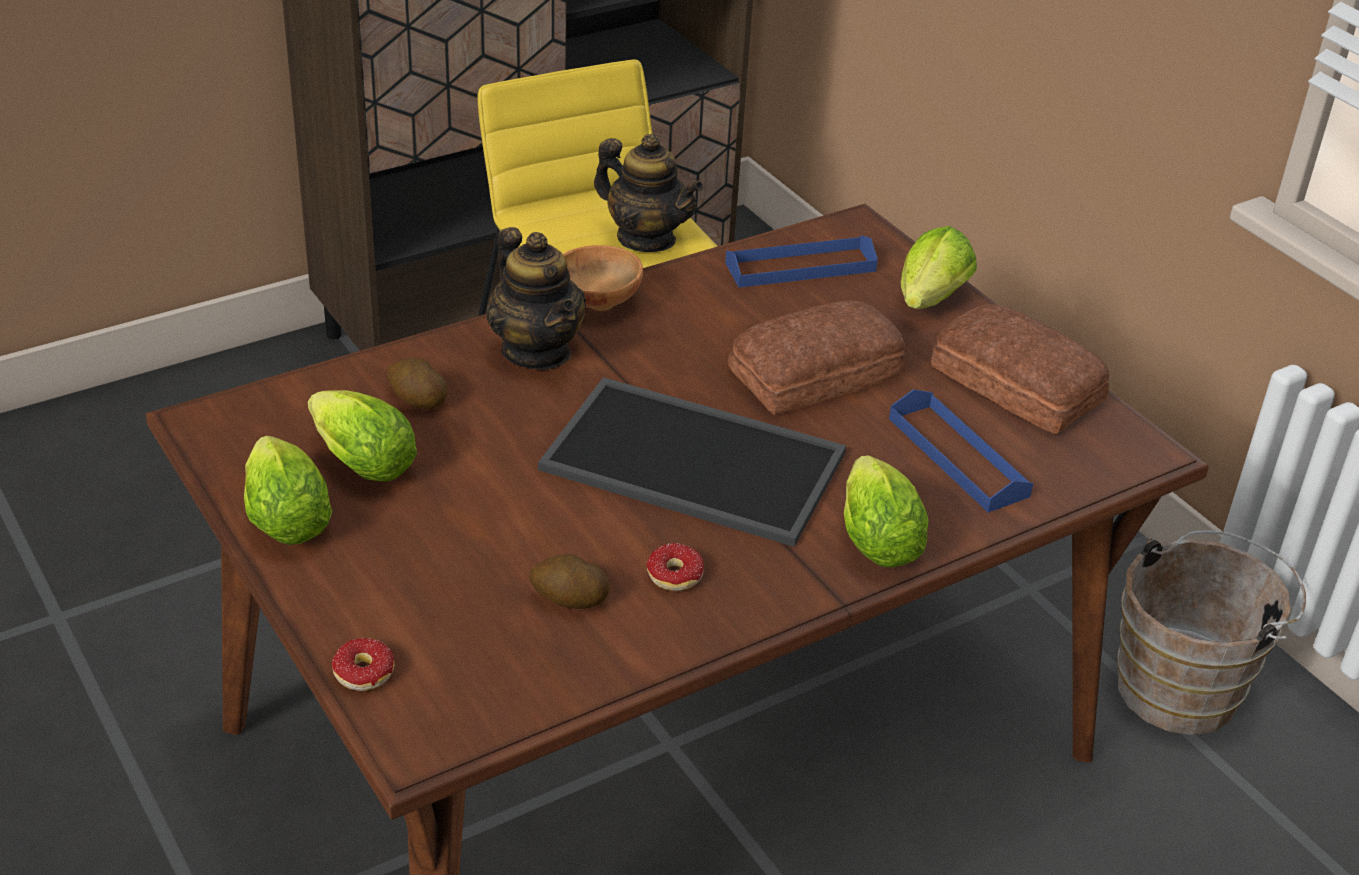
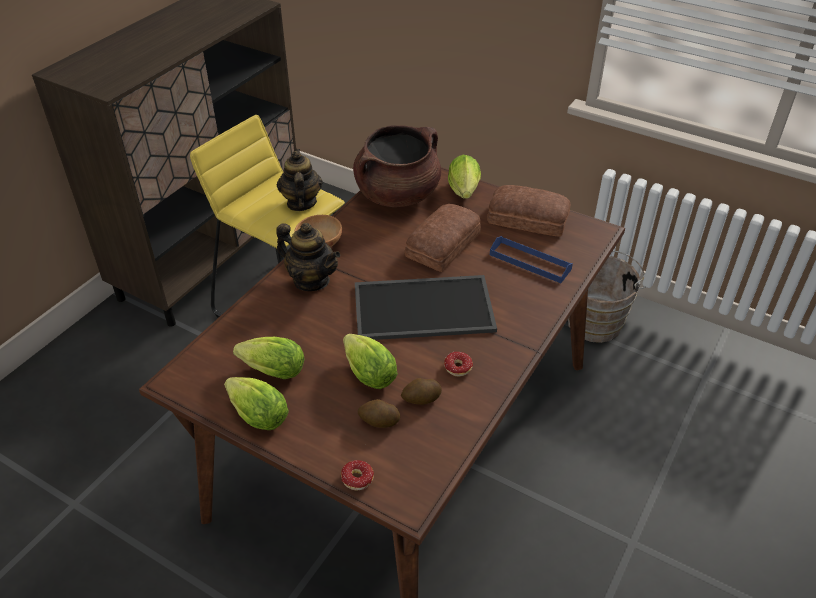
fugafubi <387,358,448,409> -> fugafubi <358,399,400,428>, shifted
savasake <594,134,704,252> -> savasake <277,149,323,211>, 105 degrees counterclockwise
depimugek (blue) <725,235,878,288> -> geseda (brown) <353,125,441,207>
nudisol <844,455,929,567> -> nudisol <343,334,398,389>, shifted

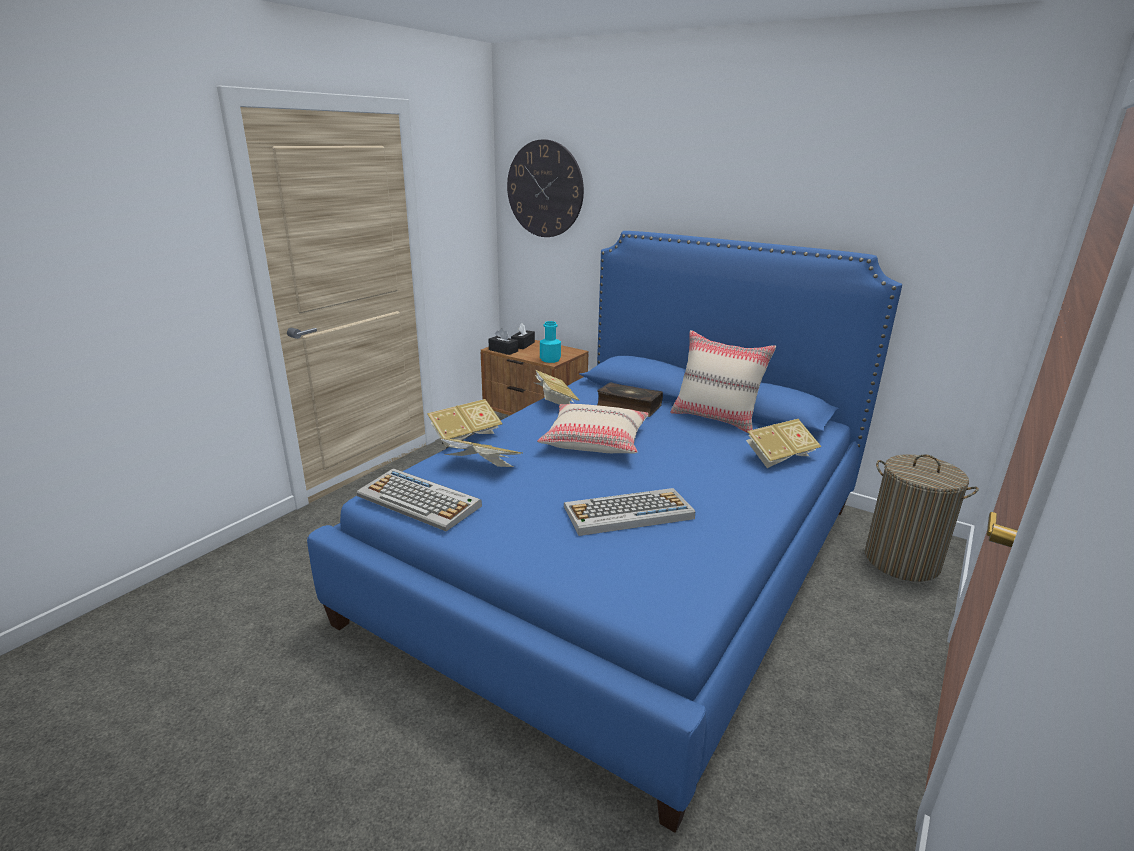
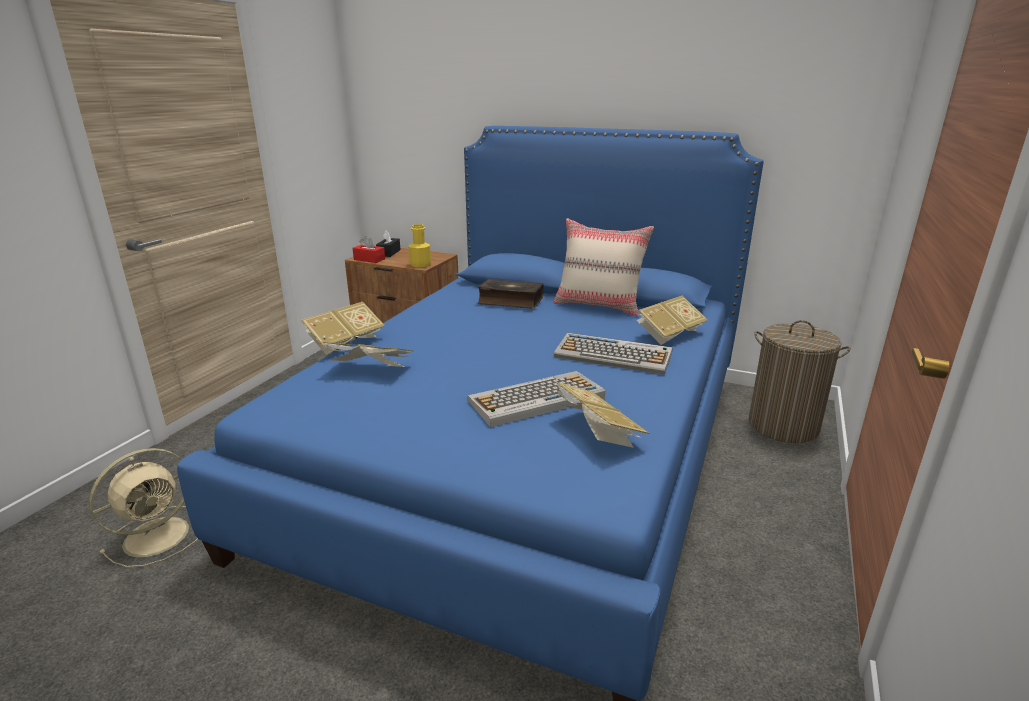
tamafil <356,468,482,531> -> tamafil <554,333,673,375>, shifted
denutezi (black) <488,328,518,355> -> denutezi (red) <352,236,385,263>
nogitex <507,139,584,237> -> none
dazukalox <533,370,580,405> -> dazukalox <555,382,649,448>, shifted
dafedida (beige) <537,404,649,453> -> none
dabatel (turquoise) <540,321,561,363> -> dabatel (yellow) <408,224,431,267>
none -> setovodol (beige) <89,448,198,567>

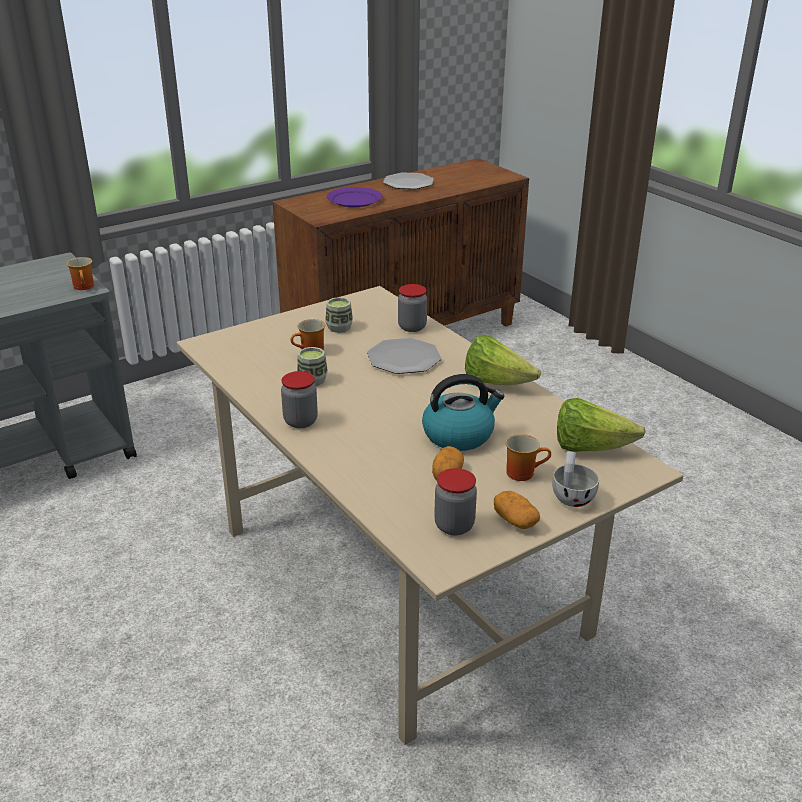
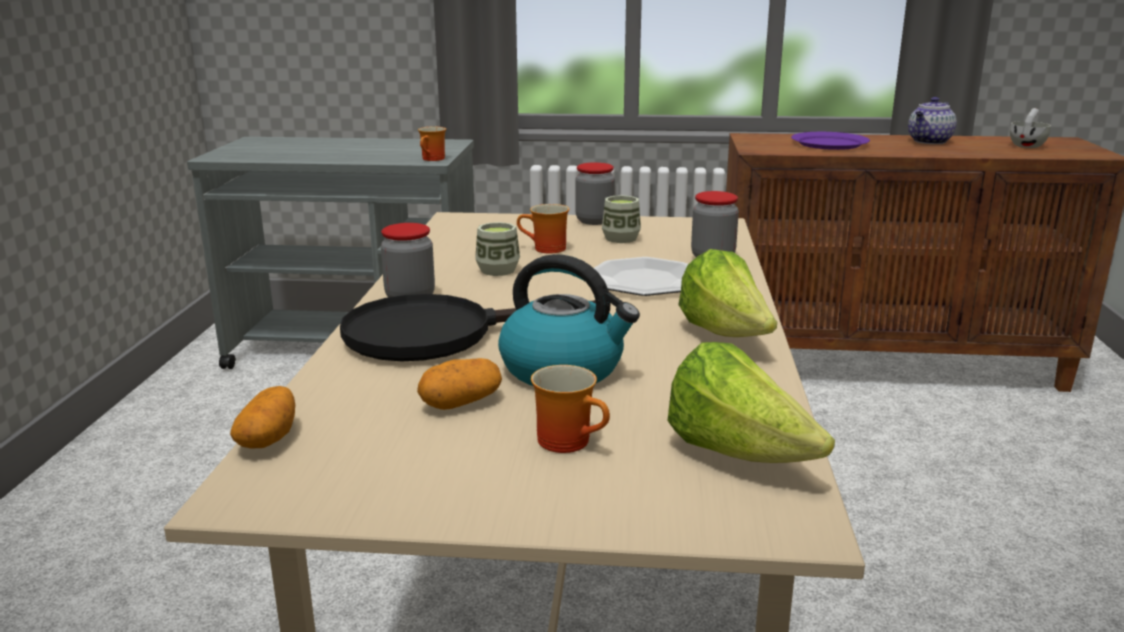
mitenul <383,172,434,189> -> savasake <908,97,957,144>
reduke <434,468,477,535> -> reduke <575,162,615,225>, shifted
fugafubi <494,491,540,529> -> fugafubi <230,386,295,448>, shifted
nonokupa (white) <552,451,599,507> -> nonokupa (white) <1010,108,1051,148>, shifted
none -> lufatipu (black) <340,294,596,361>

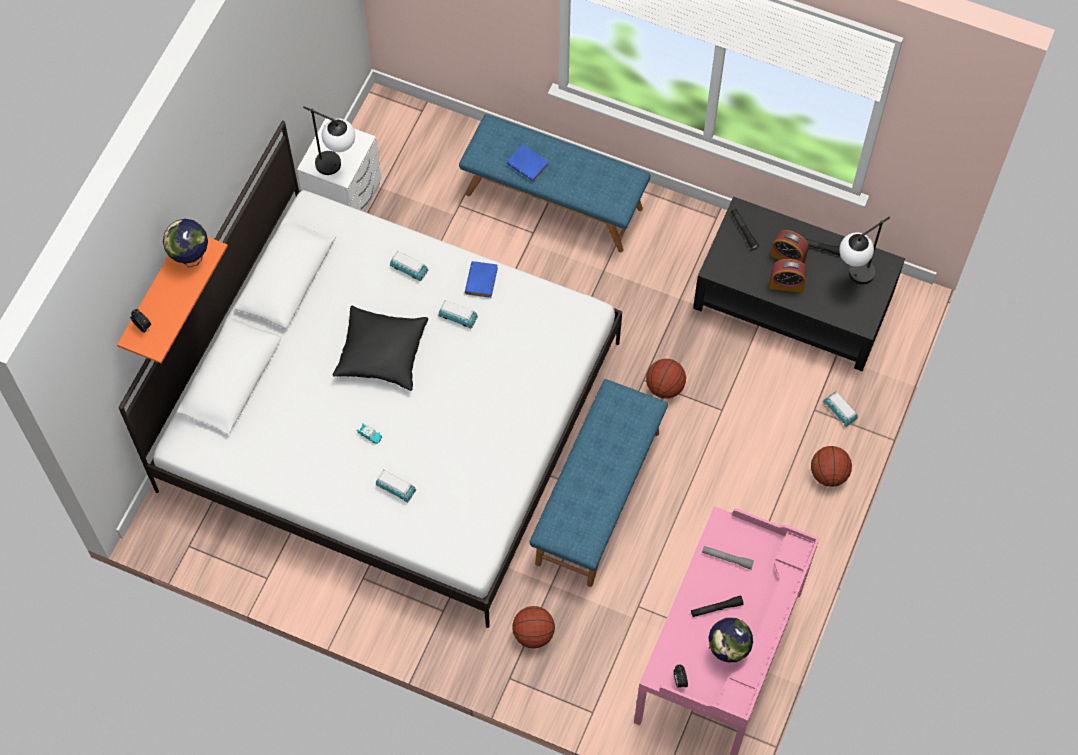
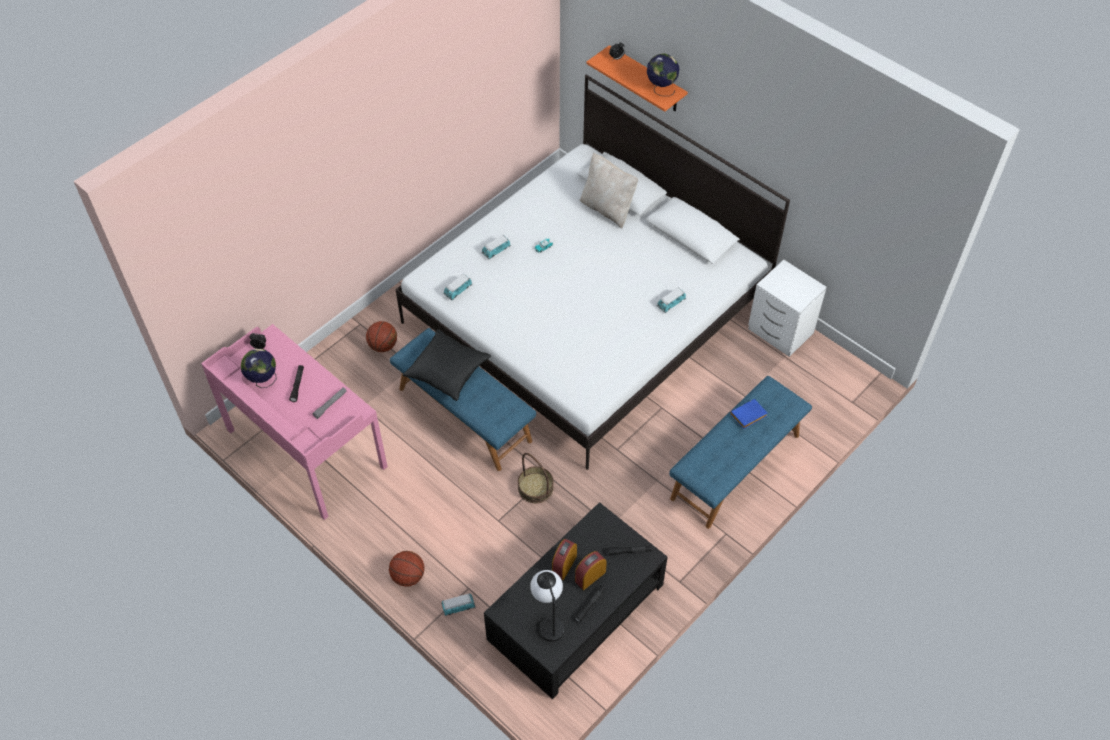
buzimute <303,106,355,175> -> none
dafedida (black) <333,306,428,391> -> dafedida (black) <402,329,491,401>, shifted
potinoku <438,300,478,329> -> potinoku <444,274,472,300>, shifted
dazukalox (blue) <465,261,498,298> -> none
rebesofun <646,359,686,399> -> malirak <518,453,554,503>
none -> dafedida (beige) <580,153,638,228>

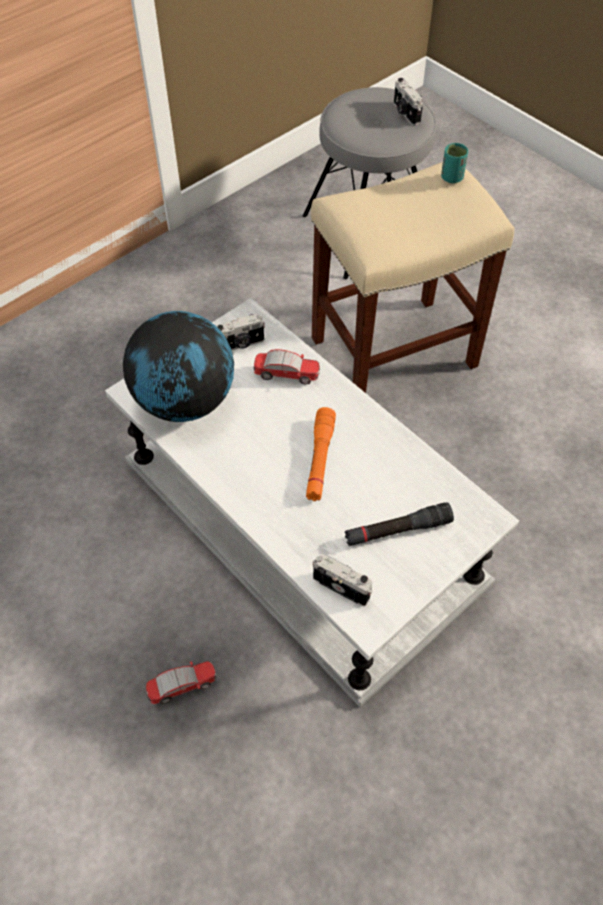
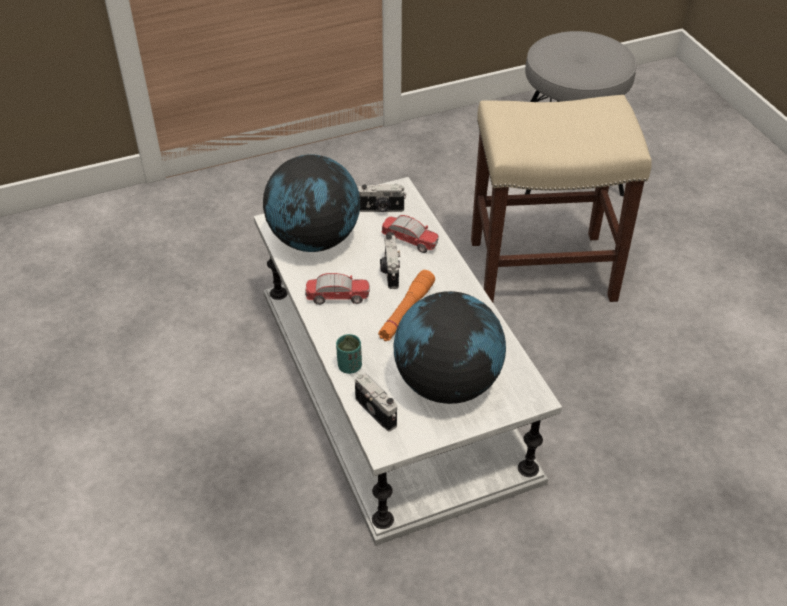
potinoku <146,661,216,704> -> potinoku <305,273,370,305>, shifted
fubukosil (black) <345,502,454,546> -> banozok <394,291,506,404>
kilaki <394,78,423,126> -> kilaki <380,235,400,289>, shifted
nonokupa (turquoise) <441,143,468,183> -> nonokupa (turquoise) <336,334,362,374>, shifted

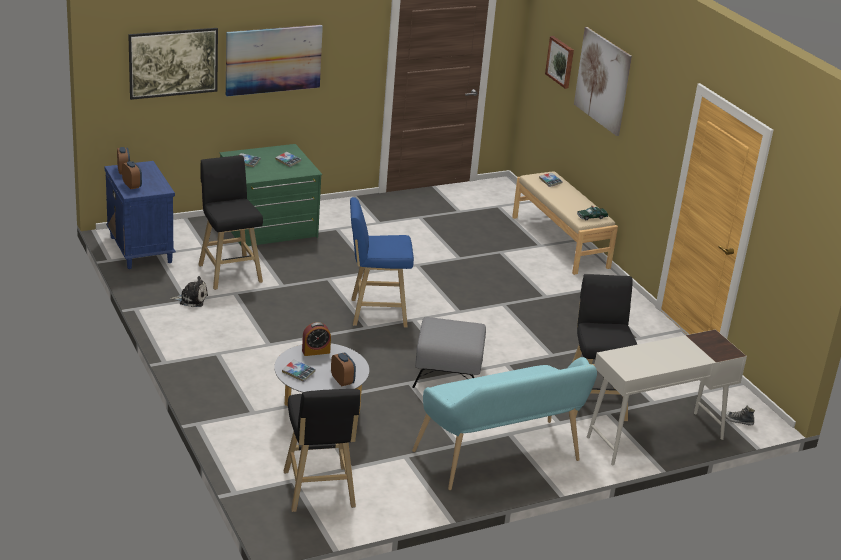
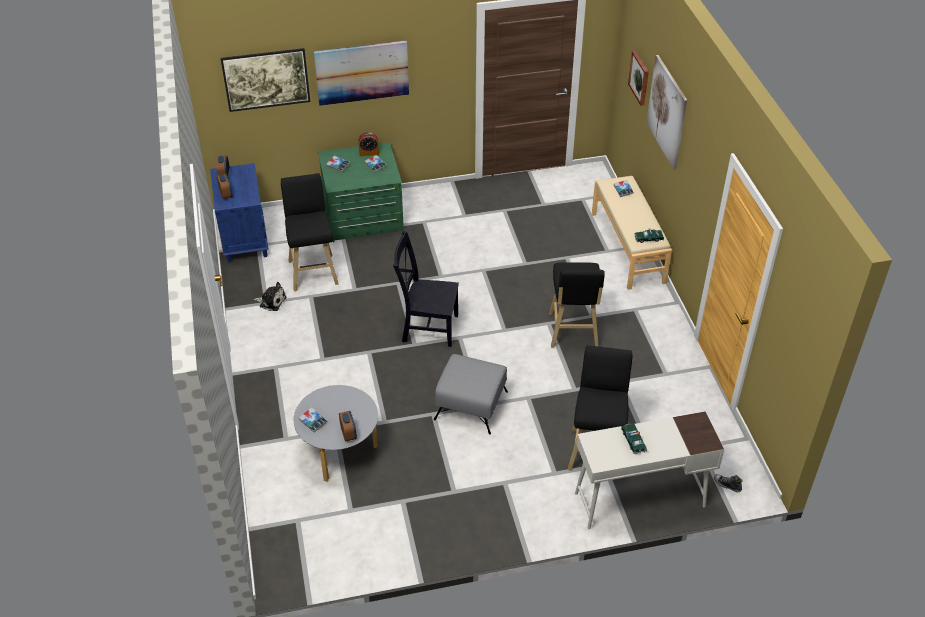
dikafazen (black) <284,389,360,512> -> dikafazen (black) <549,262,605,347>, shifted
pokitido <302,322,331,356> -> pokitido <359,132,379,156>, shifted
dikafazen (blue) <350,197,414,328> -> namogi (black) <393,231,459,347>
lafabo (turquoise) <412,357,597,490> -> none
none -> potinoku <621,424,647,454>

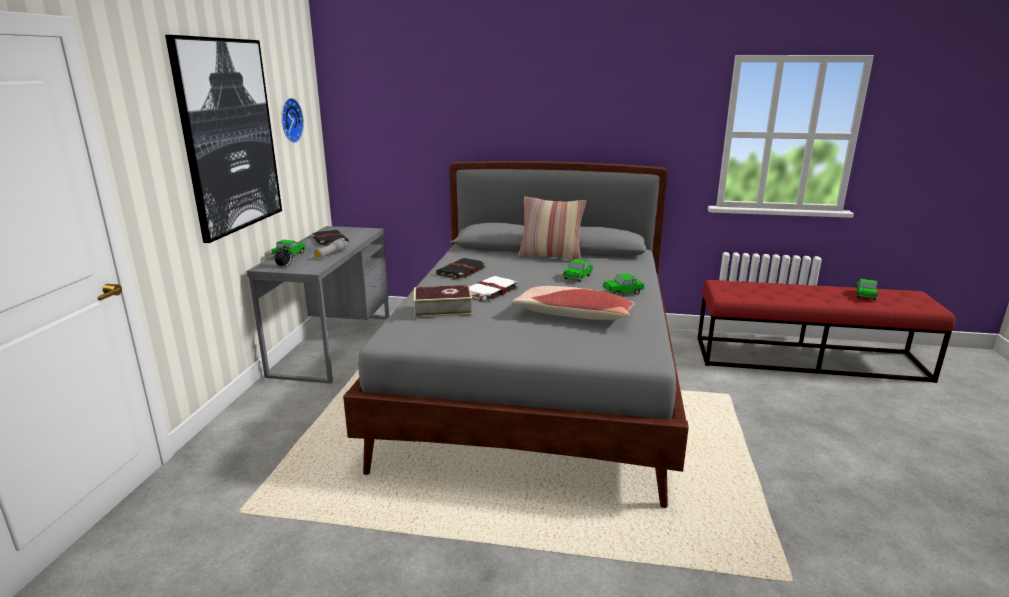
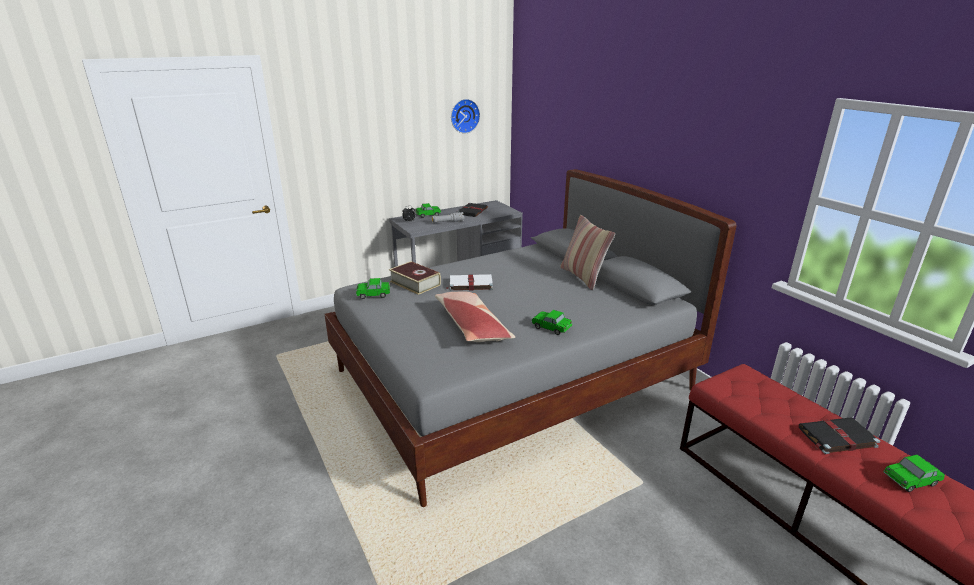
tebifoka <165,35,282,243> -> none
dazukalox (black) <436,258,487,280> -> dazukalox (black) <799,417,880,454>, shifted
potinoku <563,259,593,282> -> potinoku <356,278,390,299>, shifted

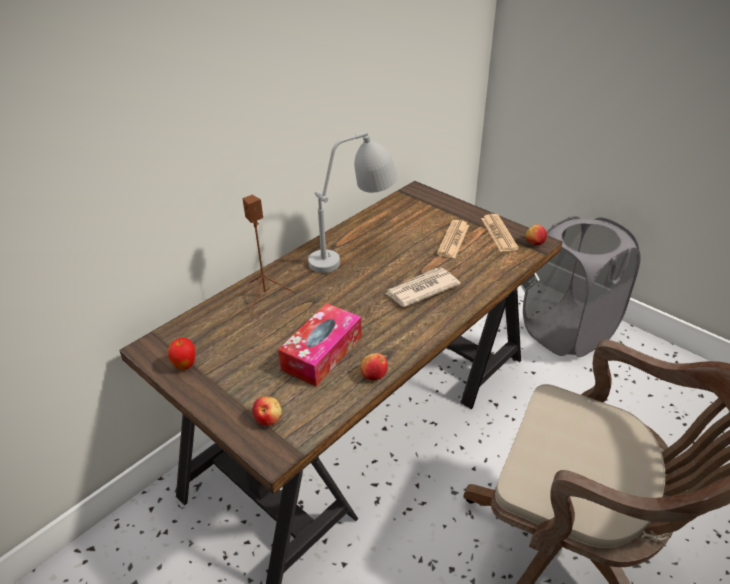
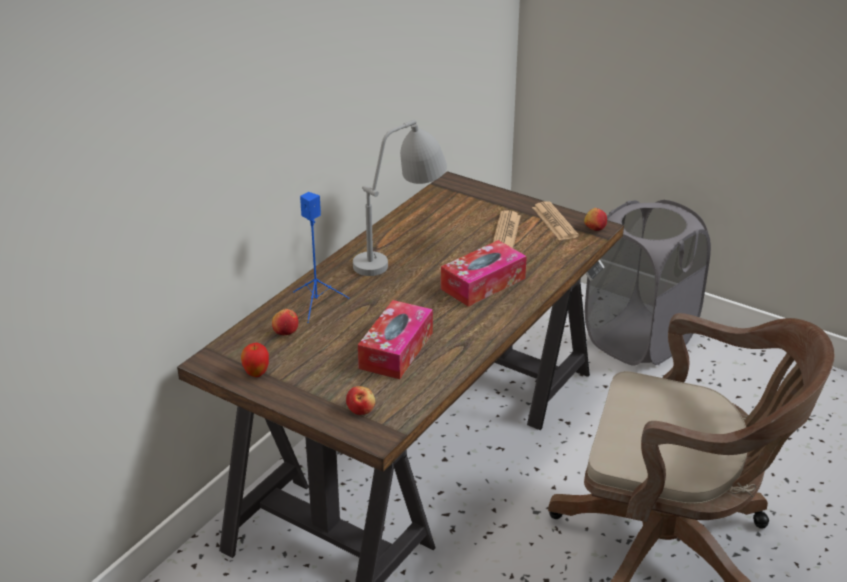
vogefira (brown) <243,195,296,315> -> vogefira (blue) <293,192,349,323>
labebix <361,353,388,380> -> labebix <272,309,299,335>, shifted
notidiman <385,268,461,307> -> denutezi <441,240,527,307>

